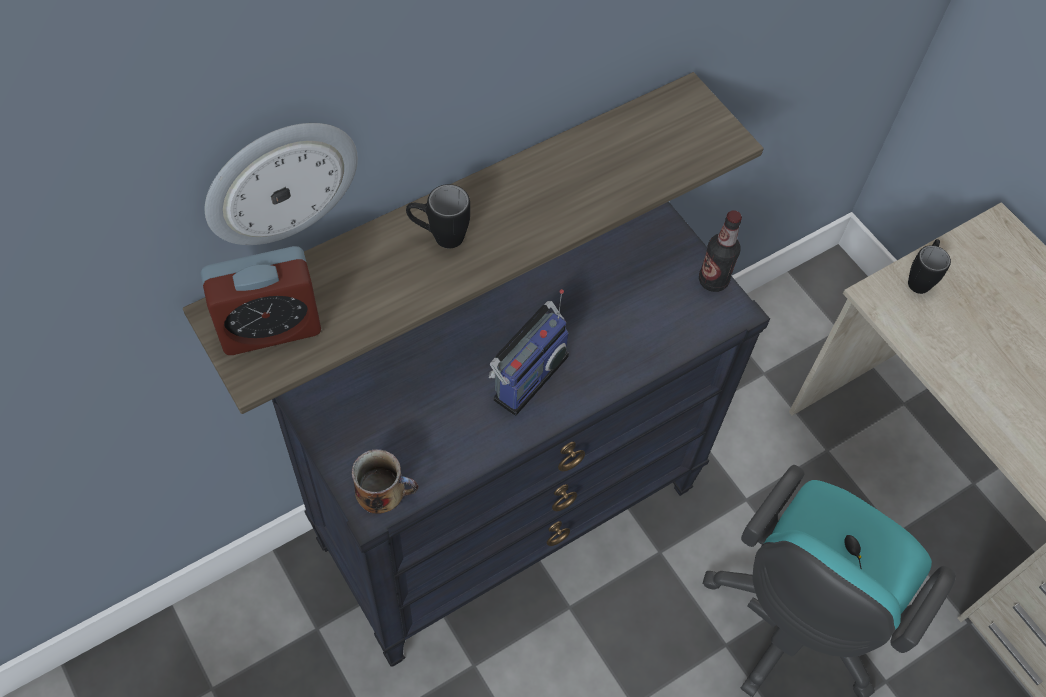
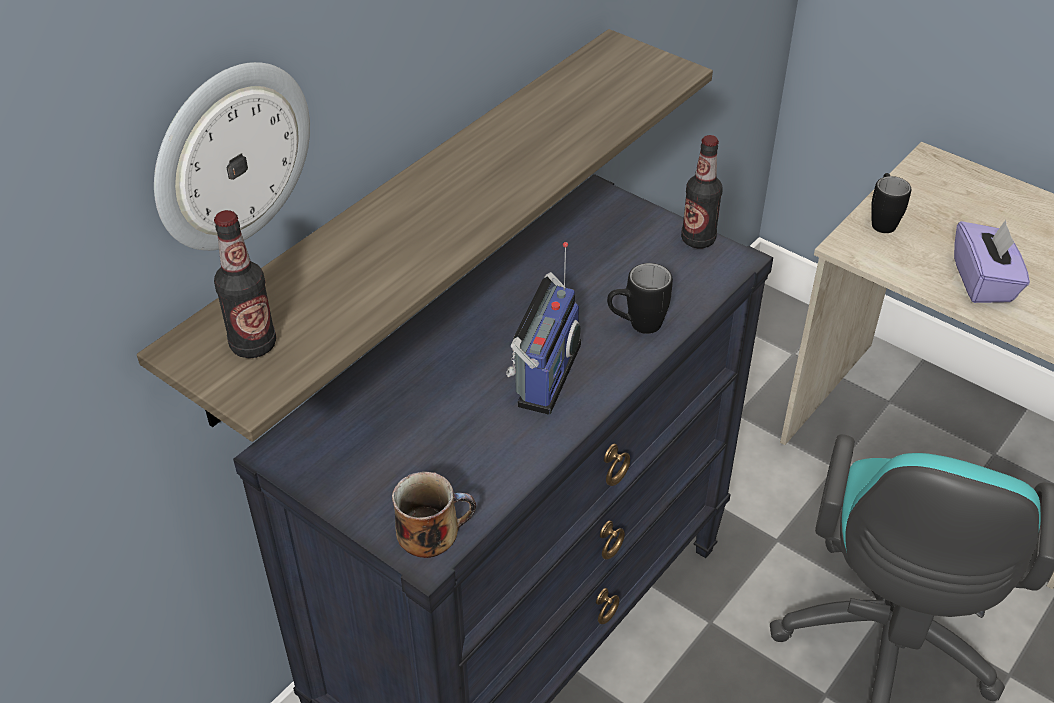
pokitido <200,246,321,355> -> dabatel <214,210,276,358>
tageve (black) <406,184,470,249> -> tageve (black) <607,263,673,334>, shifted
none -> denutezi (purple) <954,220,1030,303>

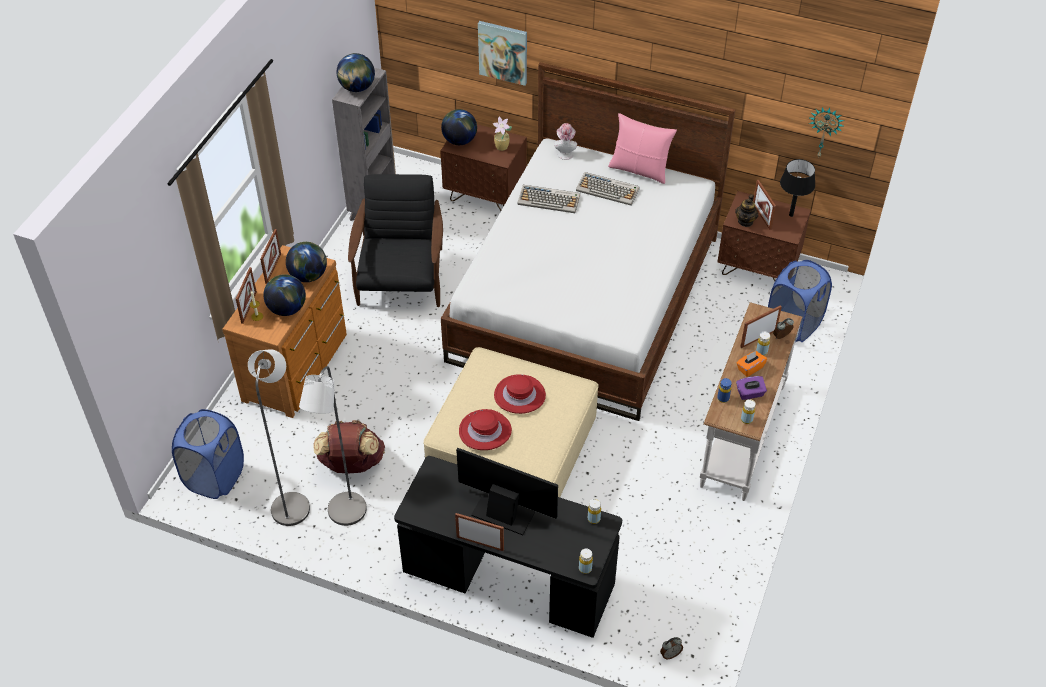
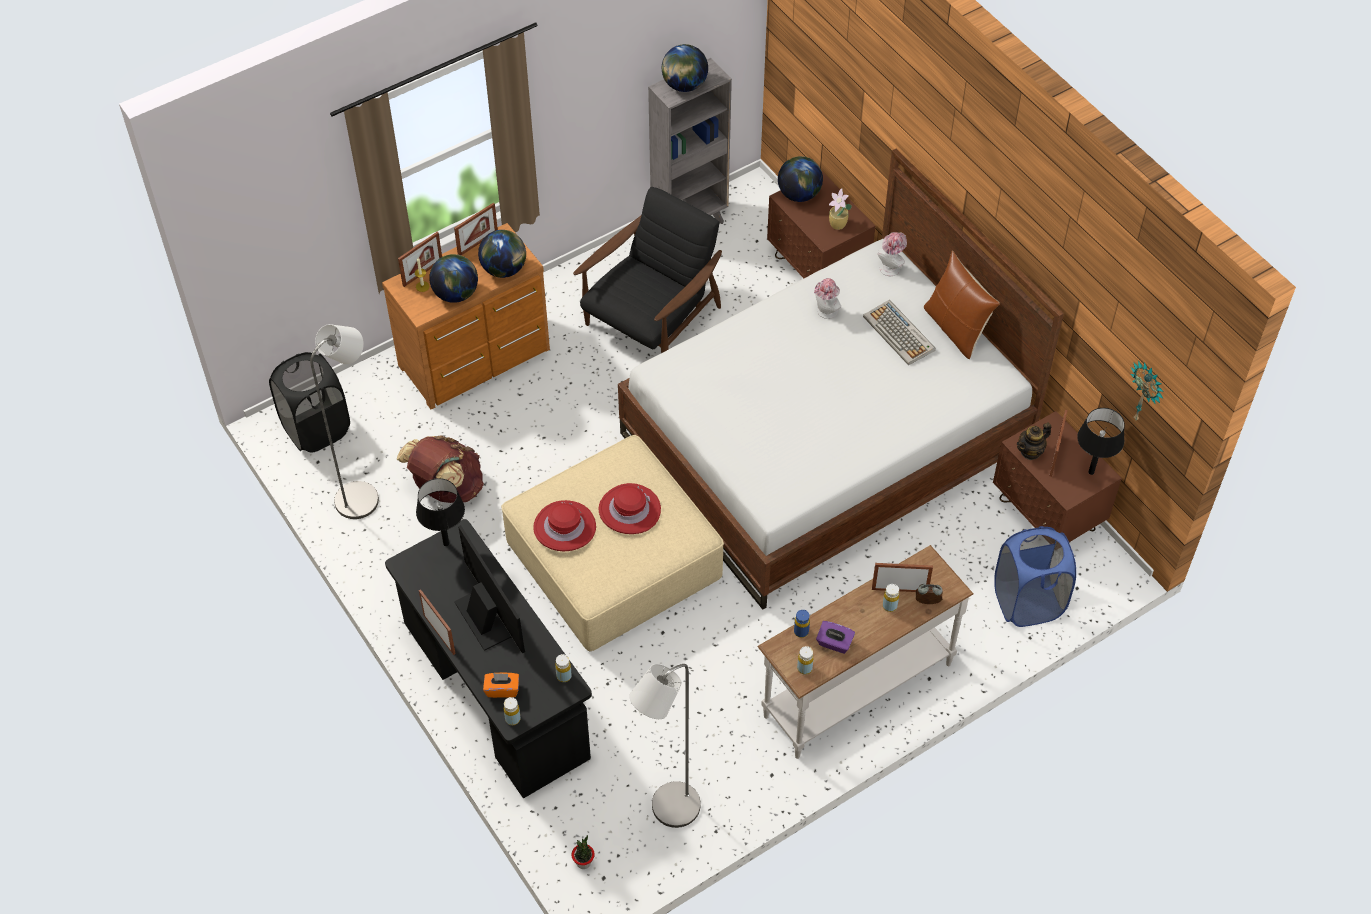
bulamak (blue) <172,409,244,499> -> bulamak (black) <269,352,350,452>
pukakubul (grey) <299,366,367,526> -> pukakubul (grey) <629,664,700,828>, shifted
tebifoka <478,21,527,86> -> none
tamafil <517,185,580,213> -> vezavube <814,278,841,319>
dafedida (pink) <608,113,677,184> -> dafedida (brown) <924,251,1000,359>
pokitido <660,637,683,659> -> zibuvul <572,835,595,869>
denutezi (orange) <736,351,767,377> -> denutezi (orange) <483,673,519,698>, shifted
none -> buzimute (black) <416,478,465,546>

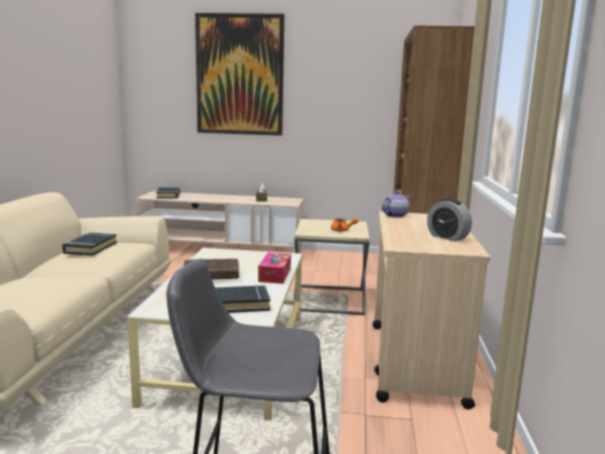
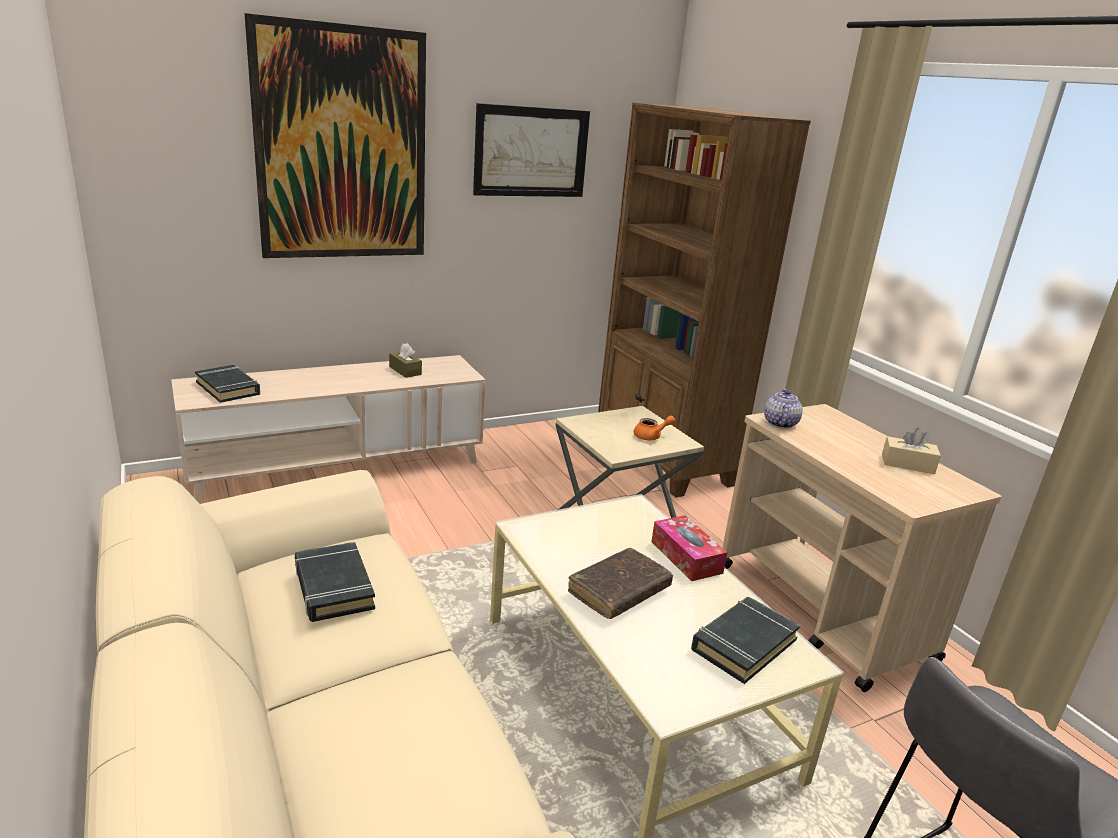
pokitido <427,198,472,242> -> denutezi (beige) <882,428,941,474>
none -> tebifoka <473,103,590,197>

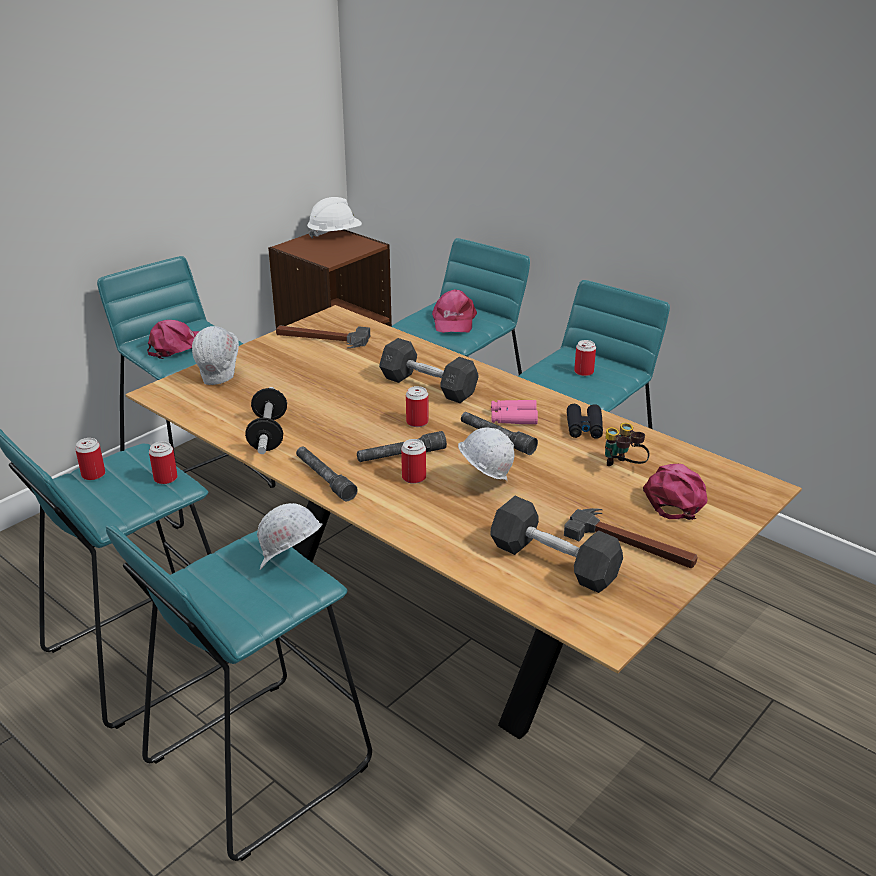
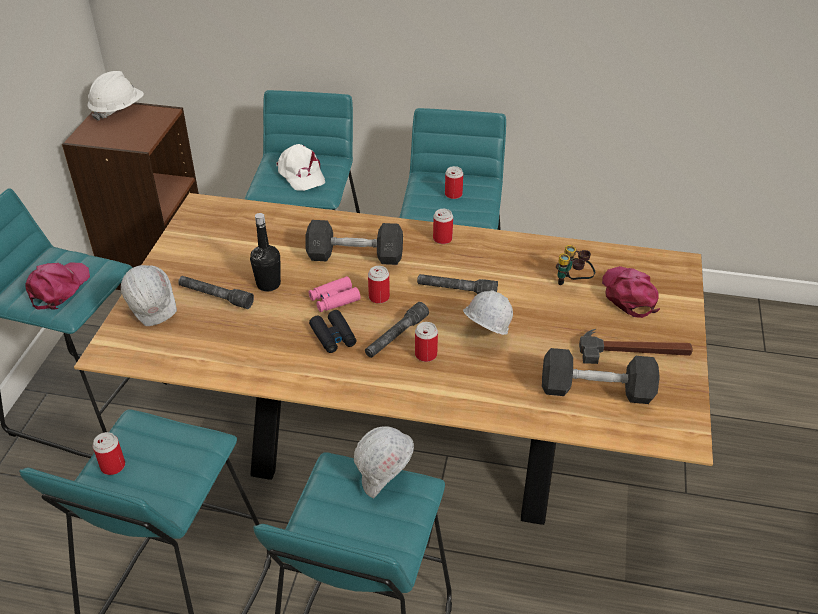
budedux <149,441,178,484> -> budedux <433,209,453,244>, shifted
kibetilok <245,387,287,454> -> none
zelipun <276,325,370,348> -> none
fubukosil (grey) <296,446,358,501> -> fubukosil (grey) <178,276,254,309>, shifted
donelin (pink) <432,289,477,333> -> donelin (white) <276,144,325,191>
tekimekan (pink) <491,400,538,424> -> tekimekan (pink) <309,276,361,312>, shifted
tekimekan (black) <567,404,603,439> -> tekimekan (black) <309,310,357,353>, shifted
none -> dabatel (black) <250,213,281,291>

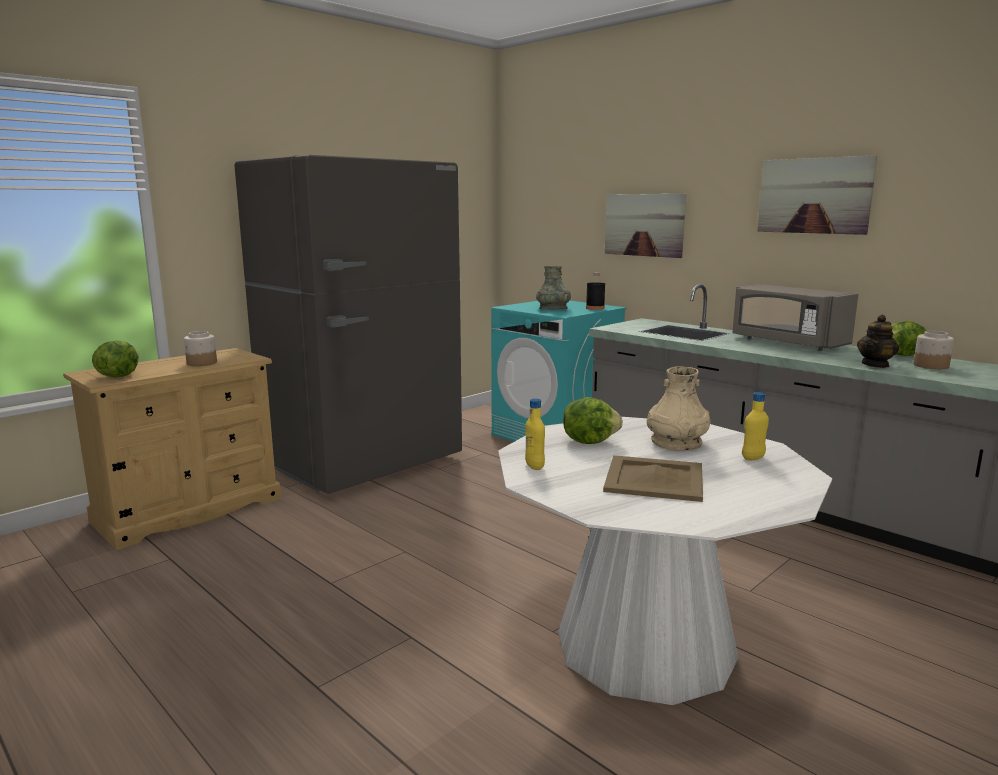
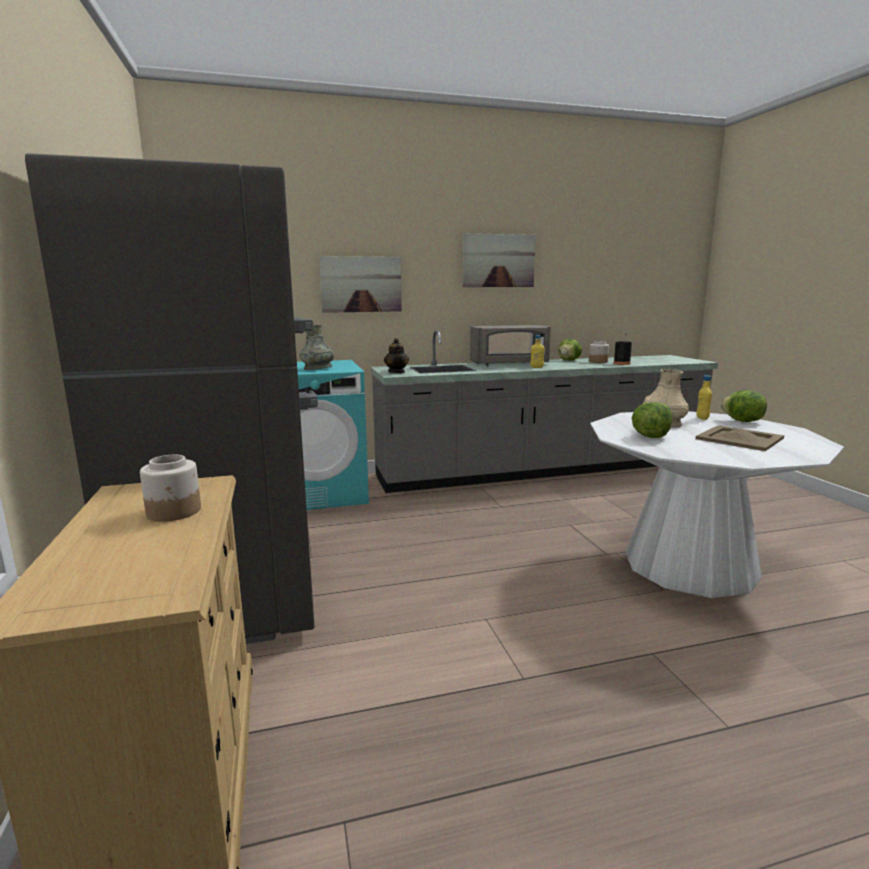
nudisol <92,341,139,377> -> nudisol <721,390,767,422>, shifted
dabatel (yellow) <525,398,545,470> -> dabatel (yellow) <530,335,545,368>, shifted
dabatel (black) <586,272,605,310> -> dabatel (black) <614,332,632,365>, shifted
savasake <857,315,899,368> -> savasake <384,338,409,373>, shifted

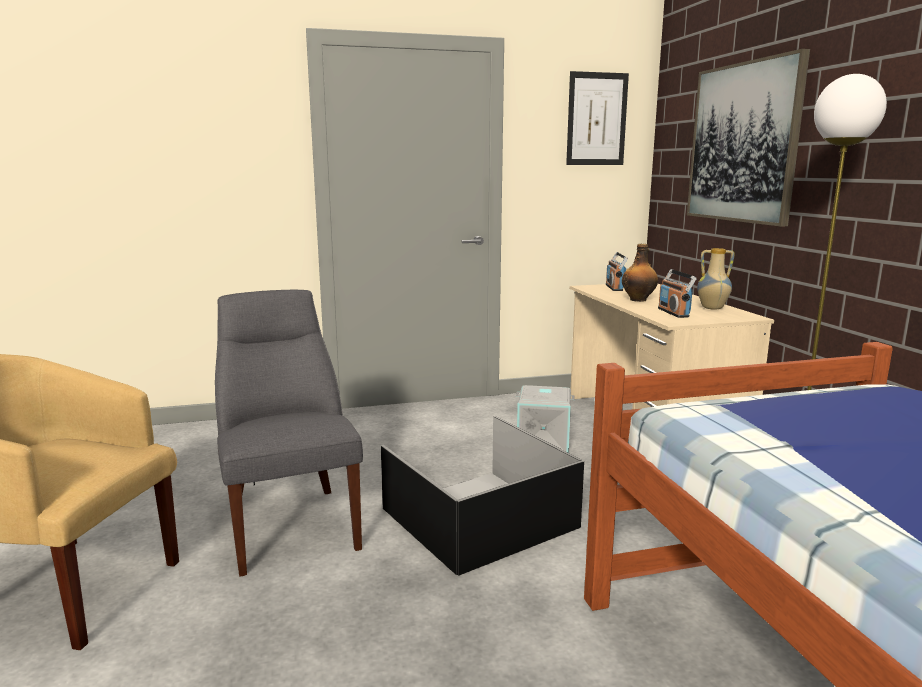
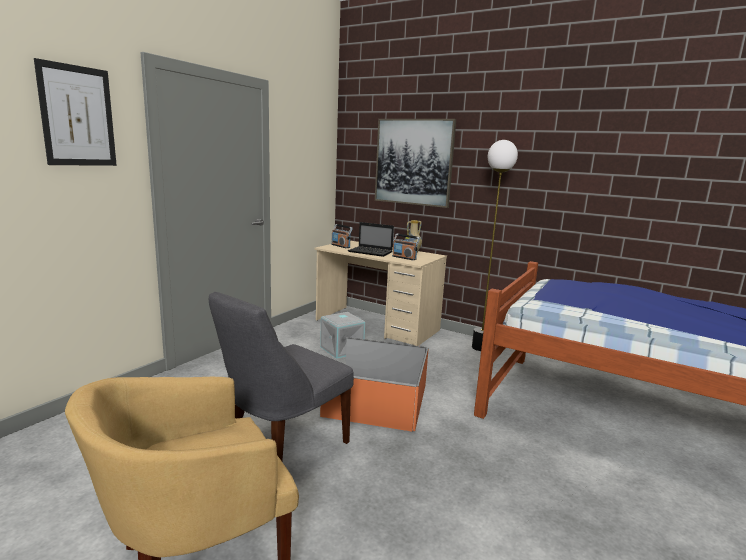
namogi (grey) <215,290,363,576> -> namogi (grey) <209,292,354,461>, 75 degrees counterclockwise
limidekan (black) <381,416,584,576> -> limidekan (orange) <319,337,429,431>
tebifoka <566,71,629,165> -> tebifoka <34,58,117,166>, shifted
dabatel <622,244,658,302> -> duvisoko <348,222,394,257>

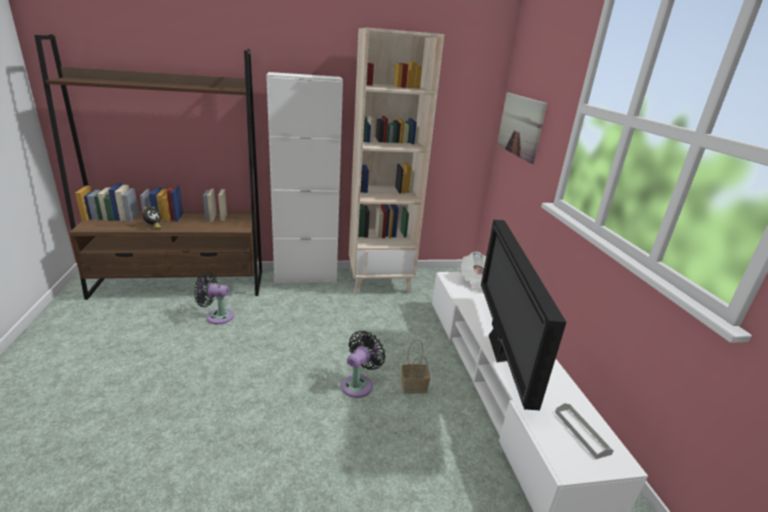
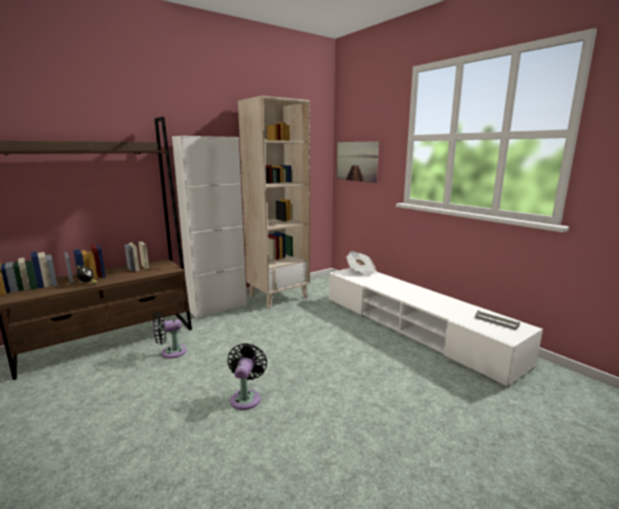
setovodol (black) <341,331,386,398> -> setovodol (black) <228,343,267,410>, shifted
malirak <401,340,430,394> -> none
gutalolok <481,219,566,410> -> none

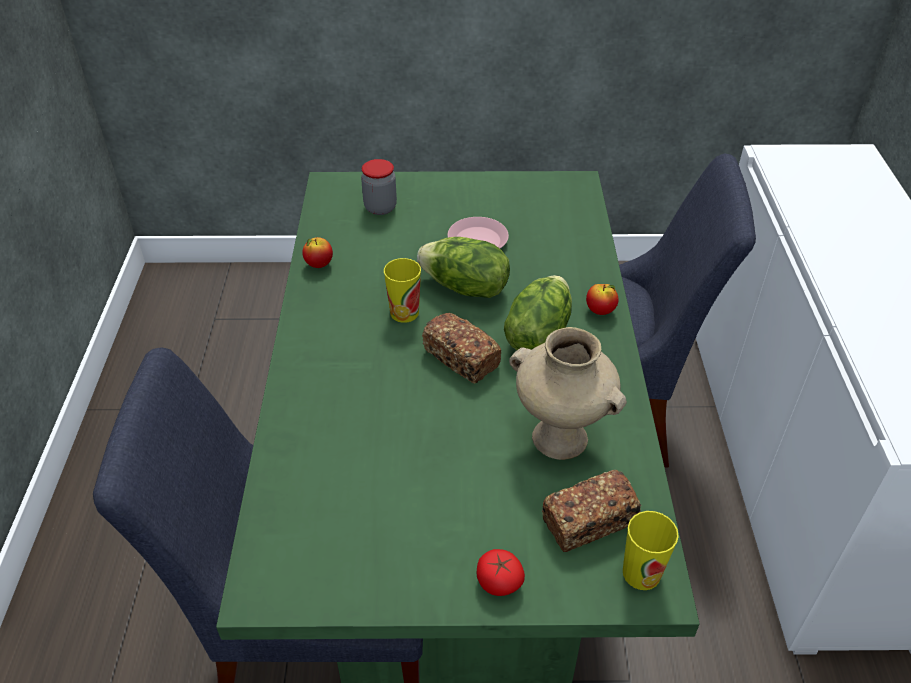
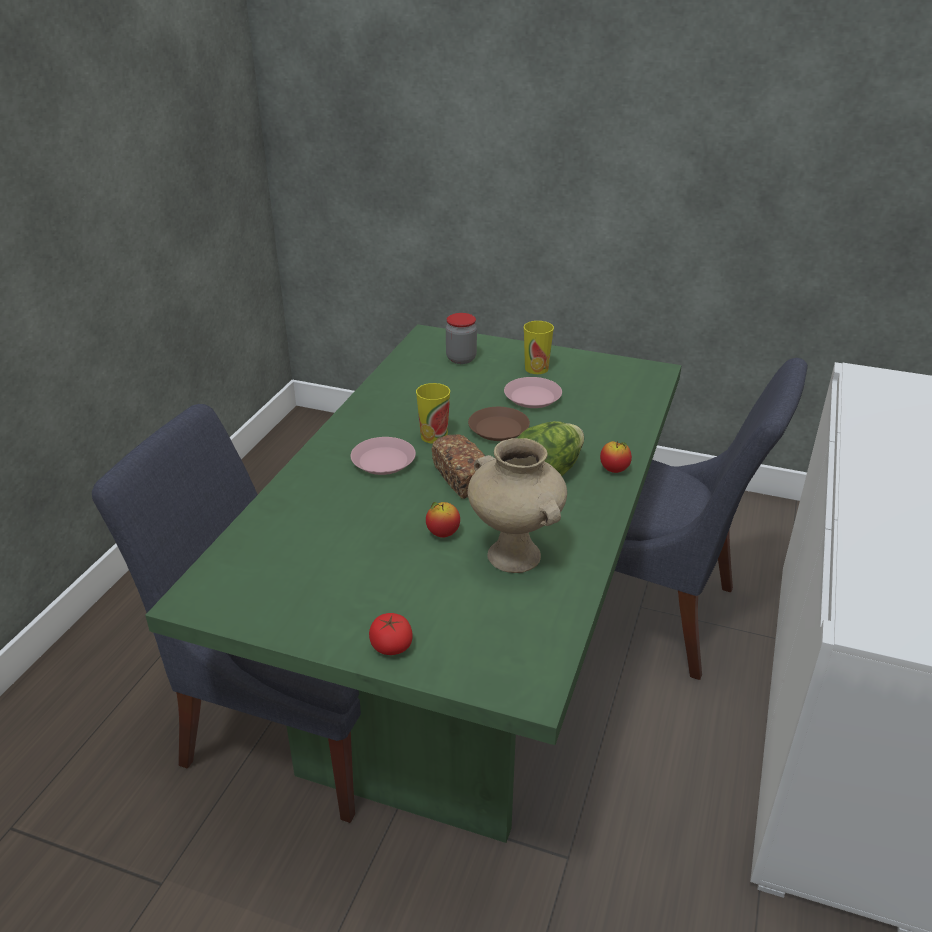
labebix <302,237,333,268> -> labebix <426,502,460,538>, shifted
nudisol <417,237,510,298> -> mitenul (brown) <468,407,530,441>
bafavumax <542,470,641,552> -> none
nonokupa <623,511,679,590> -> nonokupa <524,321,554,374>, shifted
none -> mitenul (pink) <351,437,416,475>

